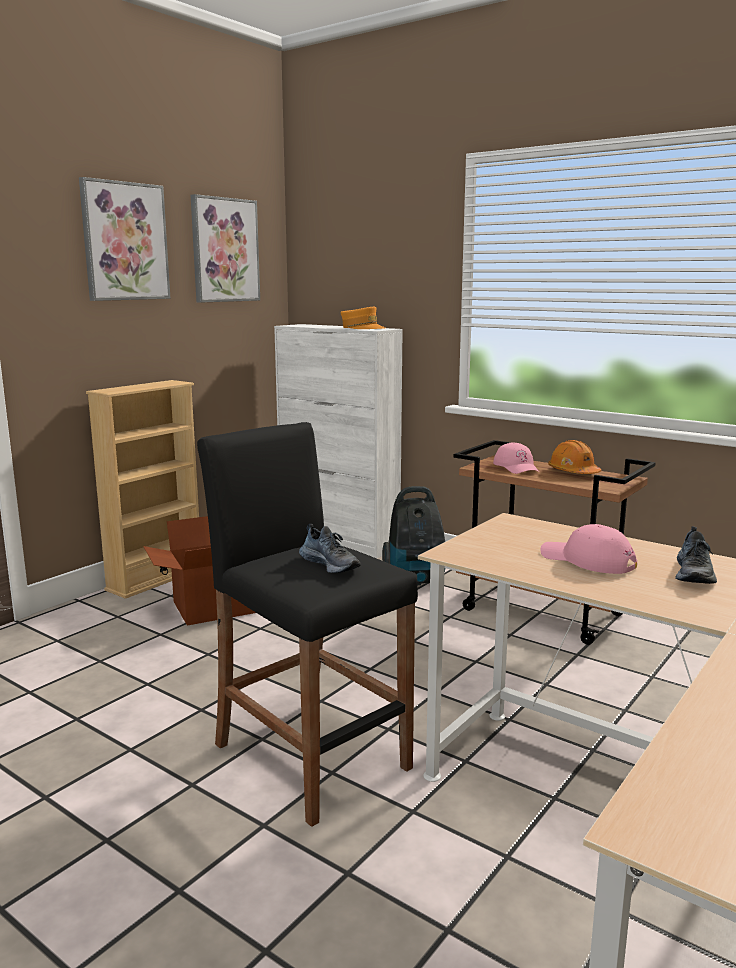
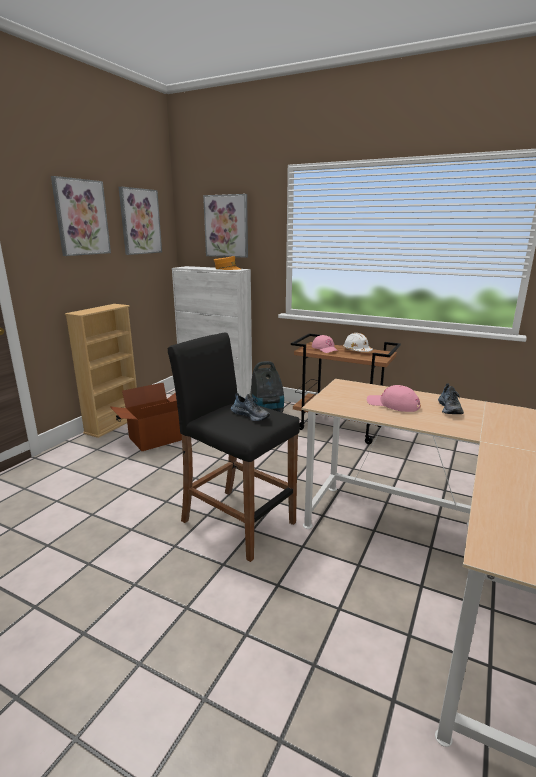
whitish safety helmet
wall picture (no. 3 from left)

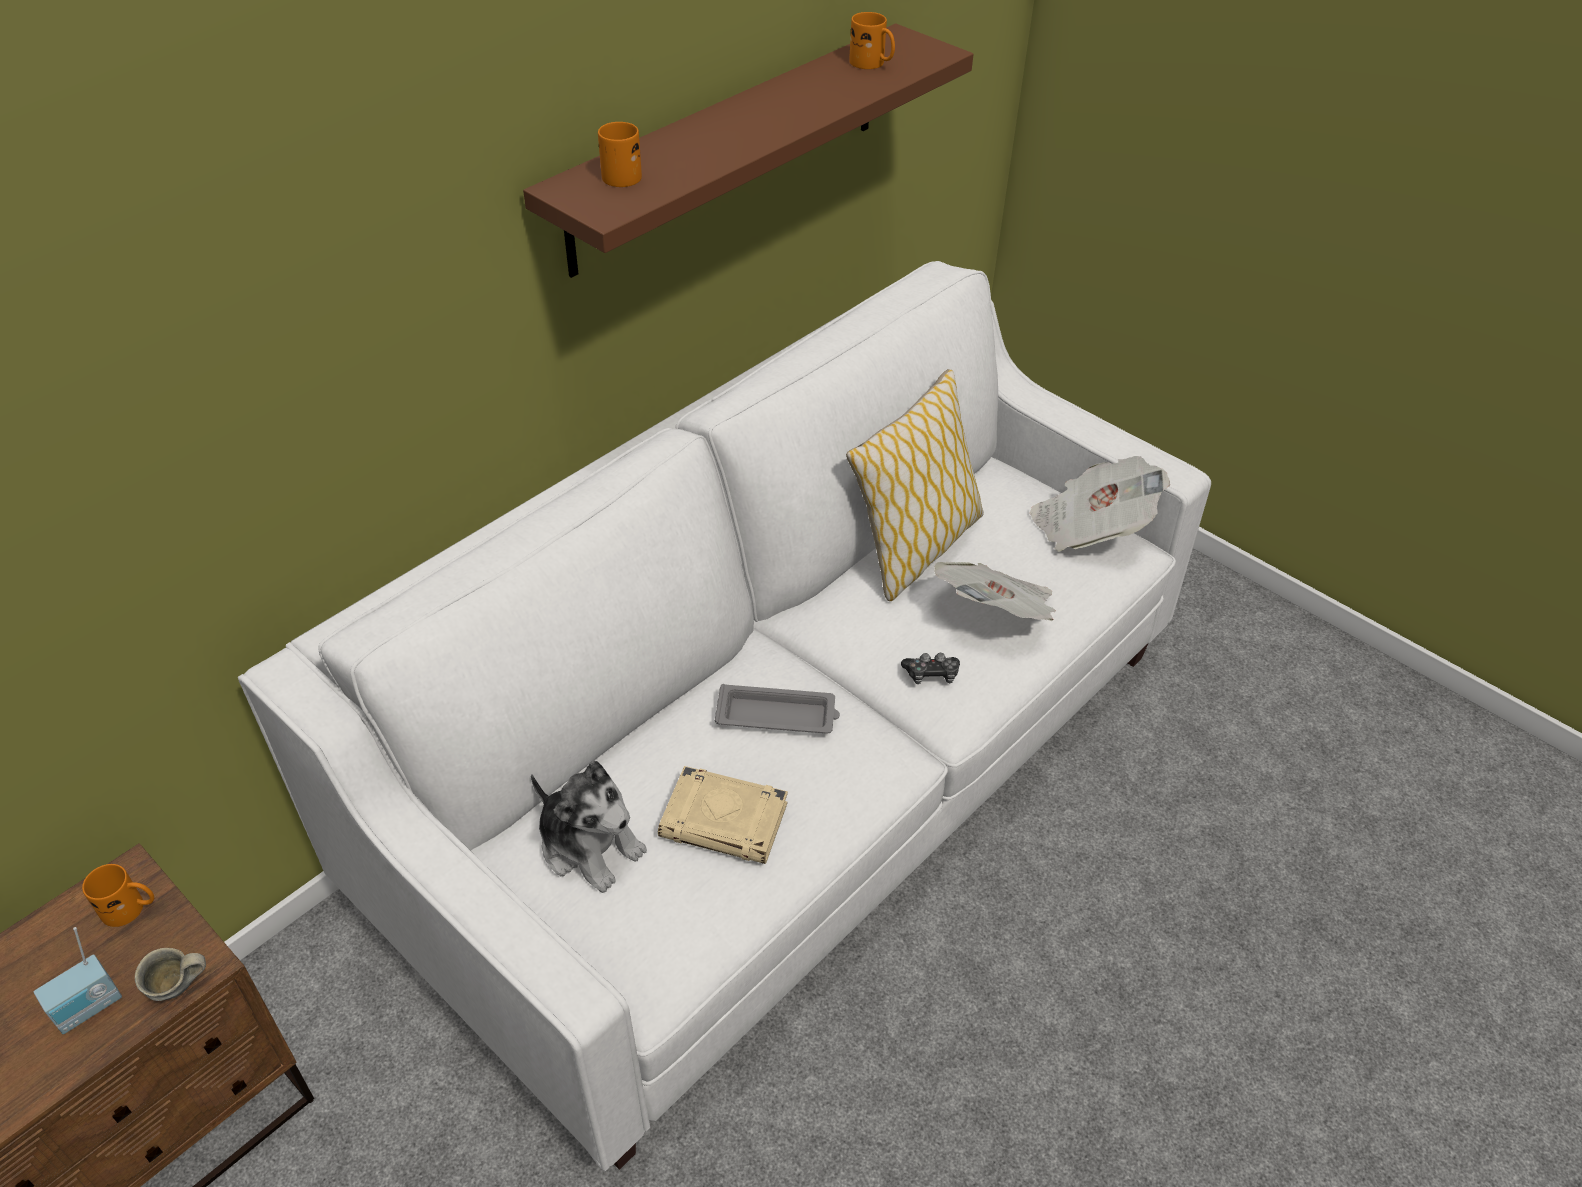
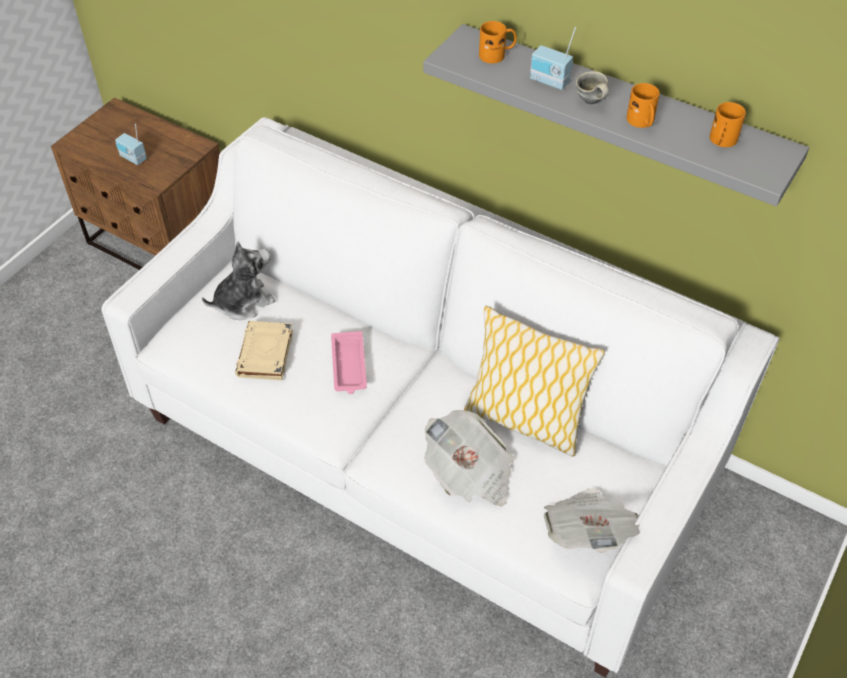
grey bracket shelf
game controller
pinkish tray
cuddly toy
orange-coloured tea mug (no. 2 from left)
grey tea mug
radio receiver (no. 2 from left)

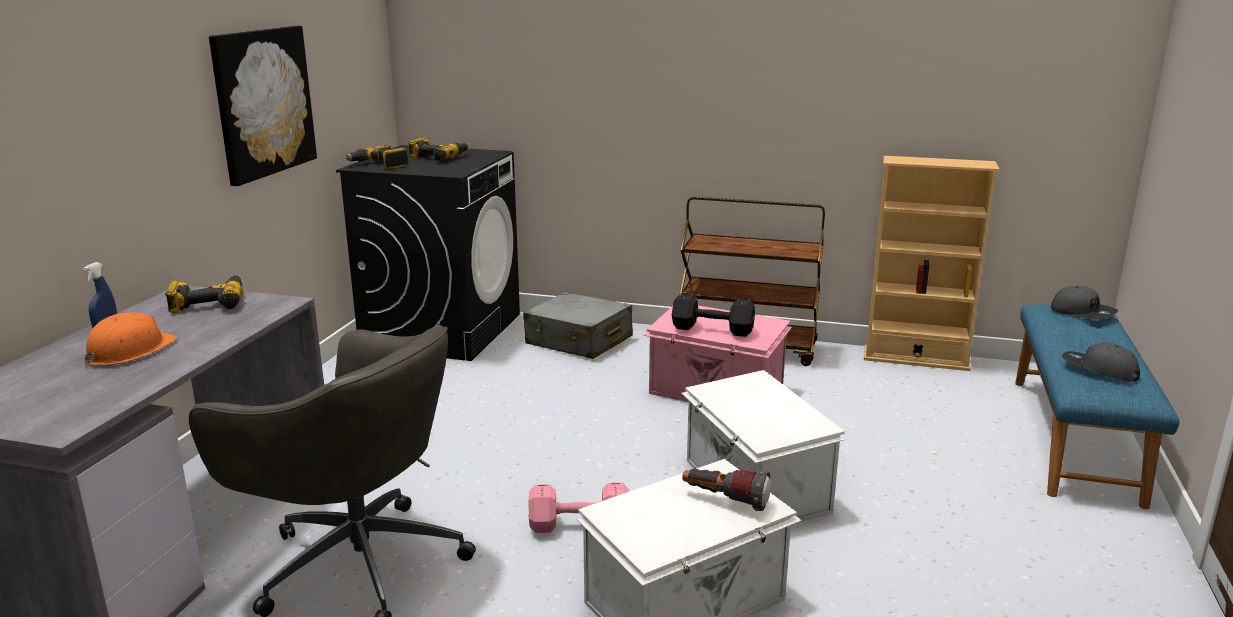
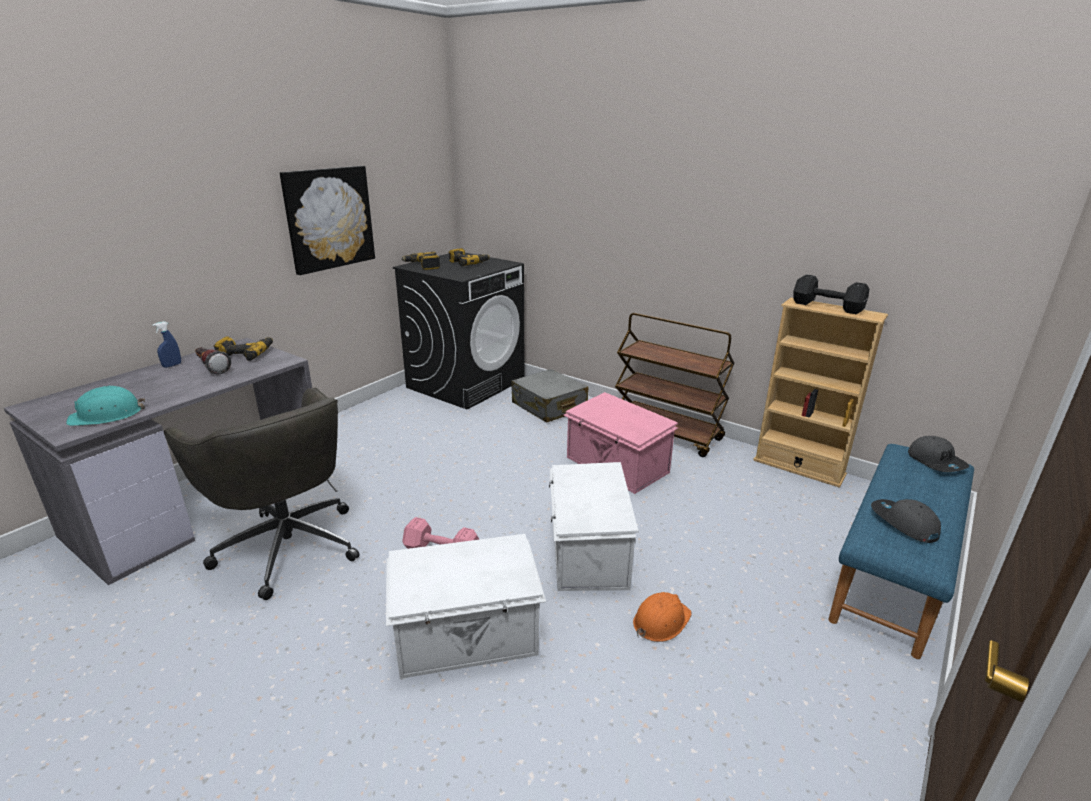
blackish dumbbell
orange-coloured safety helmet
torch
turquoise-coloured safety helmet

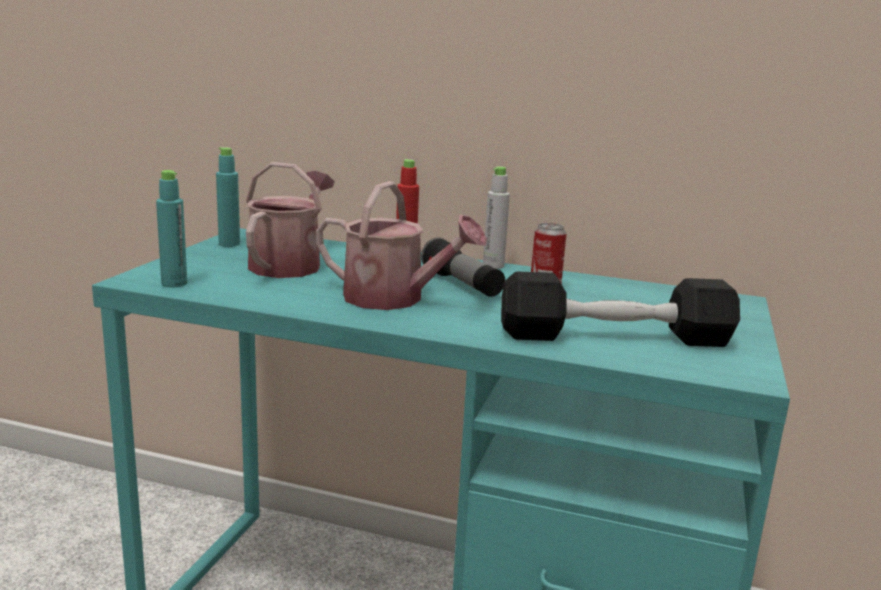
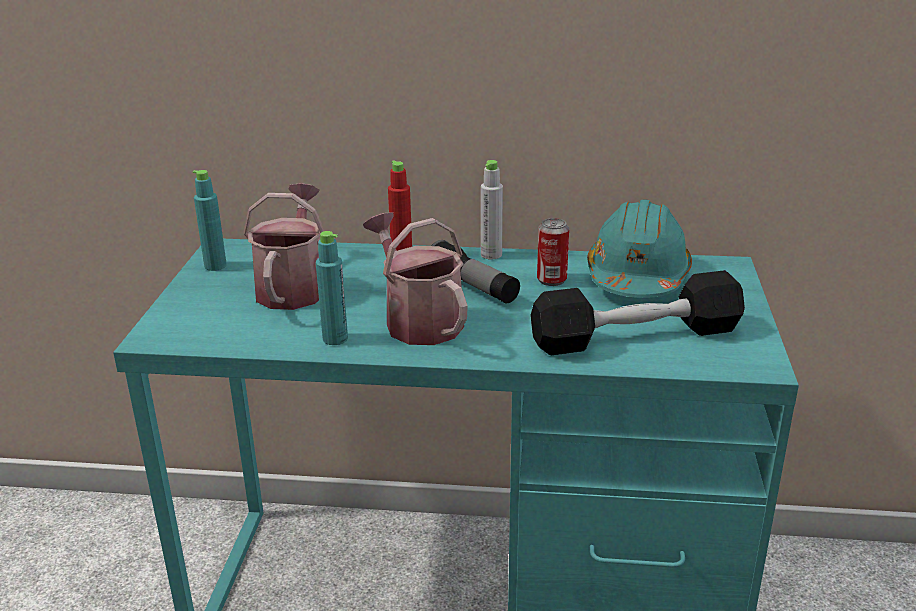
turquoise-coloured bottle (no. 2 from left)
watering pot (no. 2 from left)
turquoise-coloured safety helmet

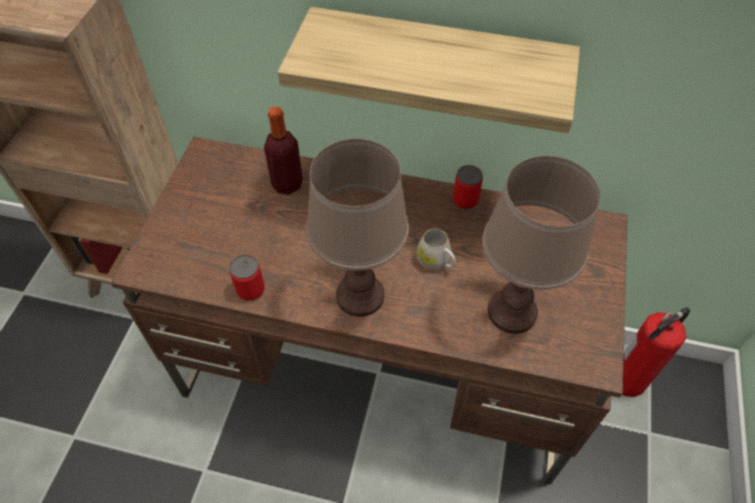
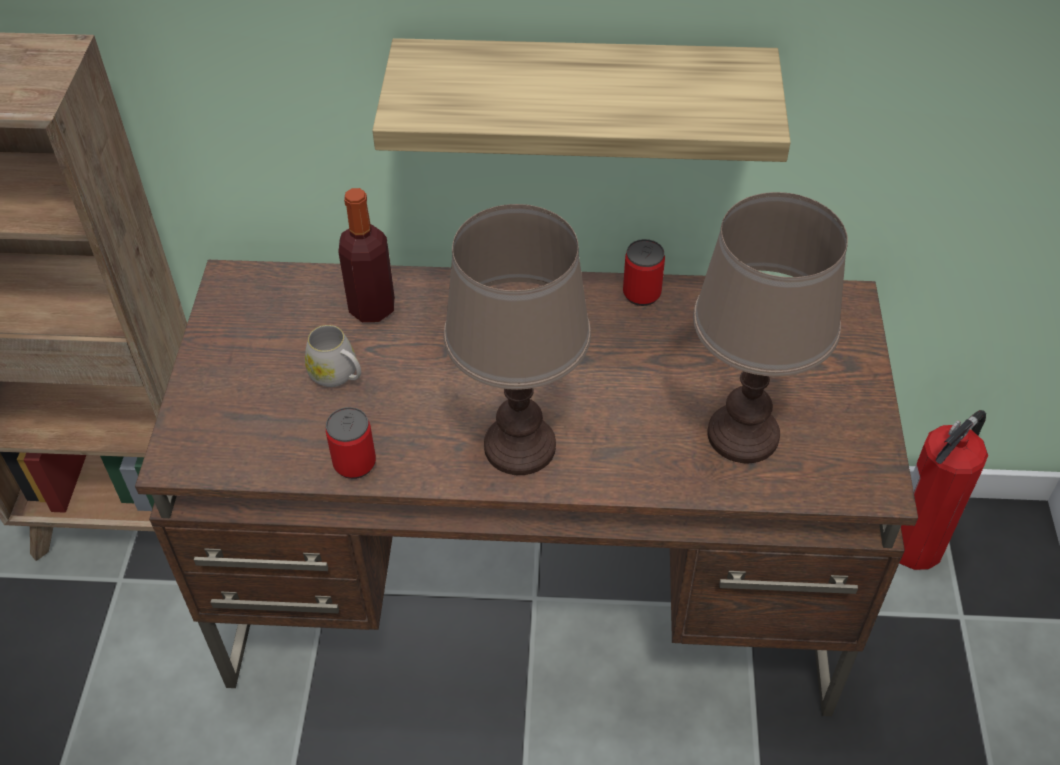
whitish tea mug

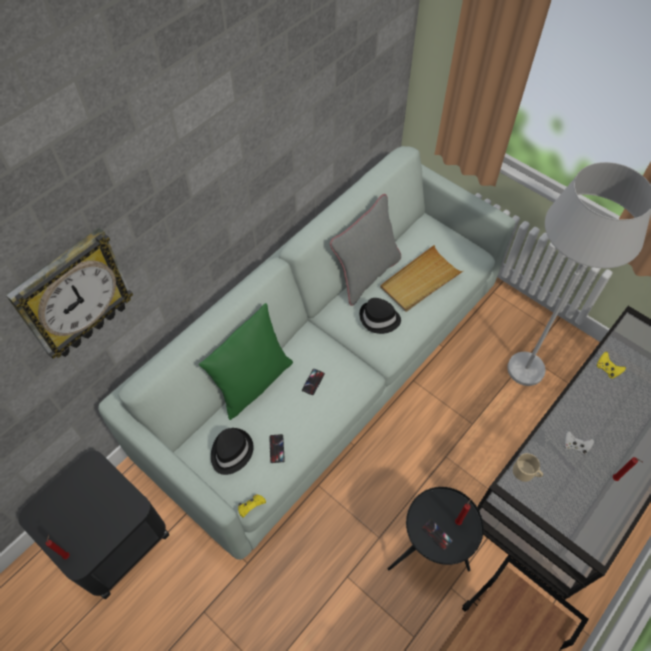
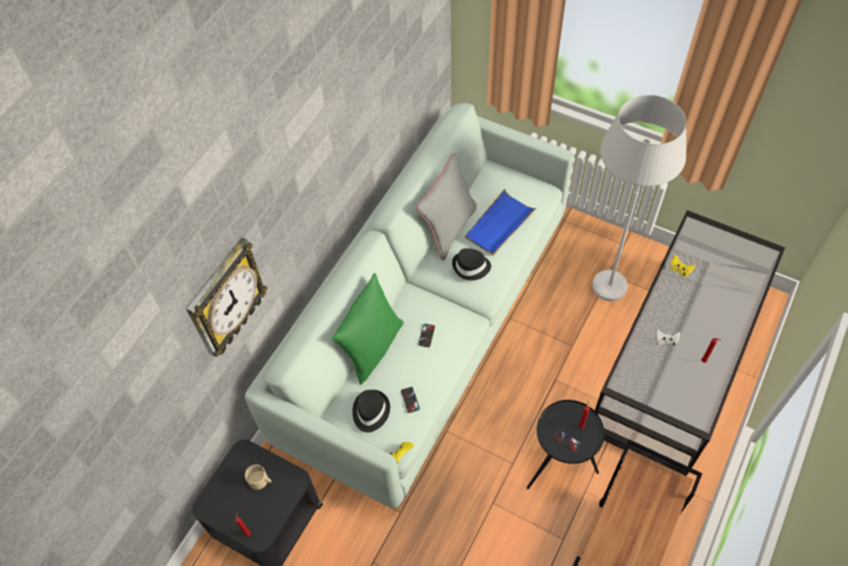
bluish tray
beige-coloured tea mug

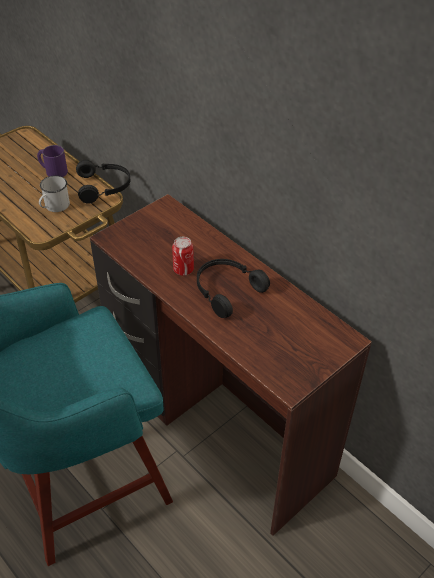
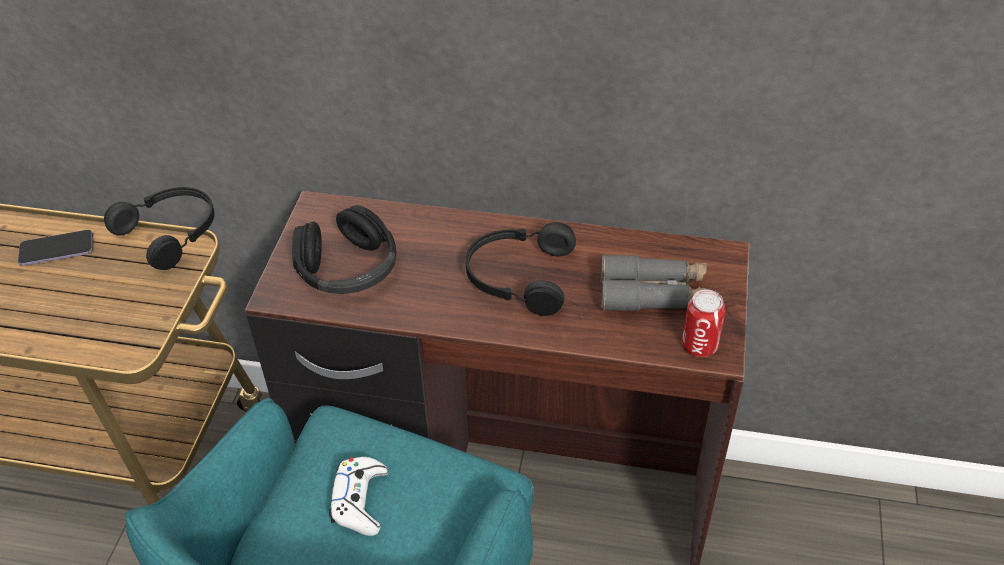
telephone
whitish tea mug
sealed can
blackish headset (no. 2 from left)
grey binoculars
whitish game controller

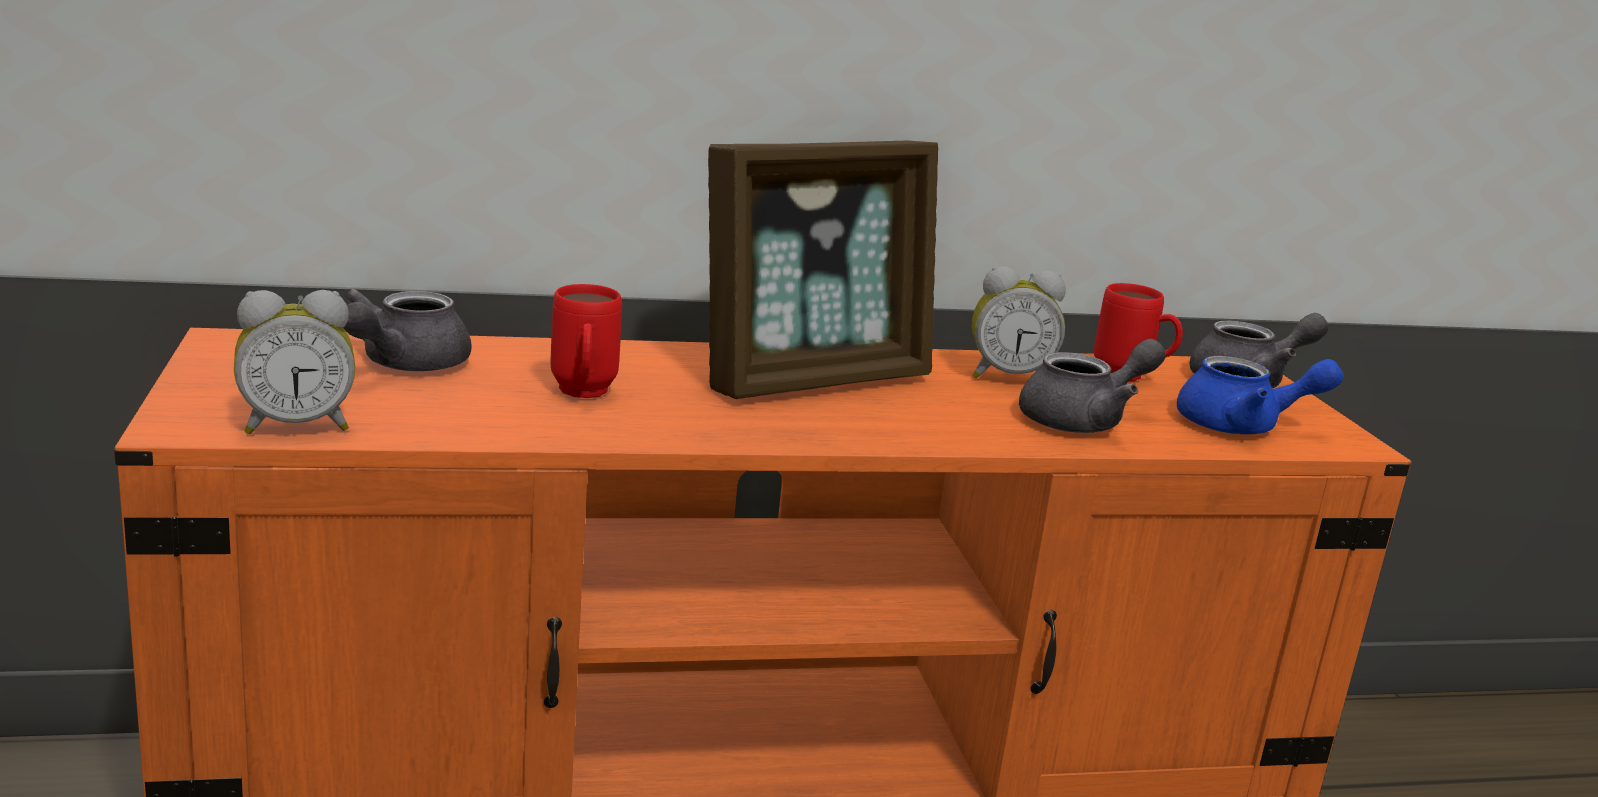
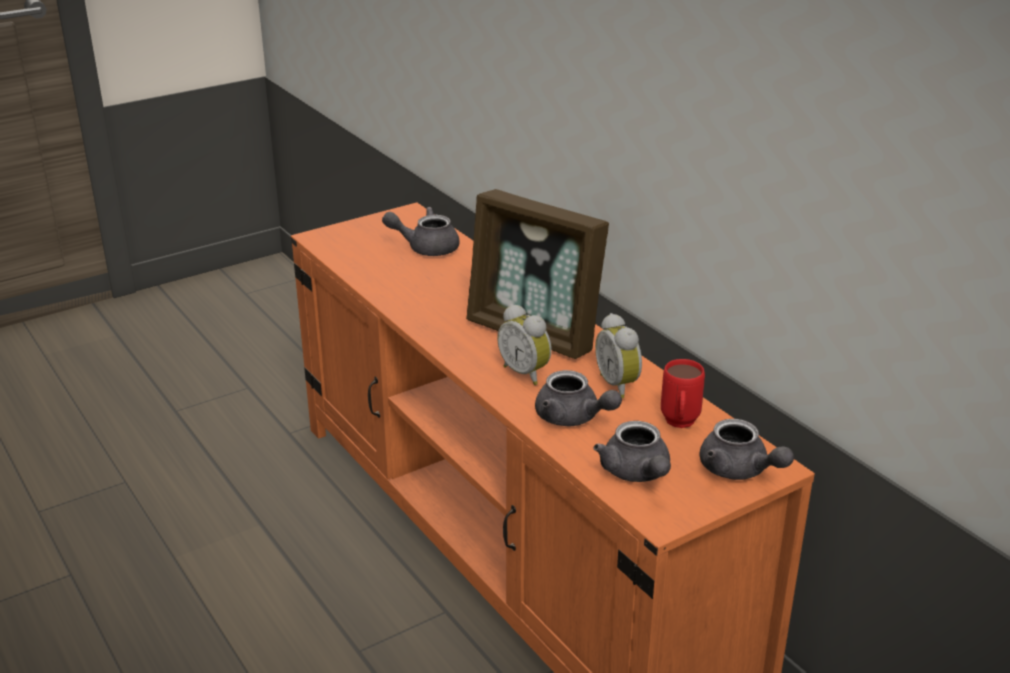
reddish tea mug (no. 1 from left in the first image)
alarm clock (no. 1 from left)
grey tea pot (no. 3 from left)

